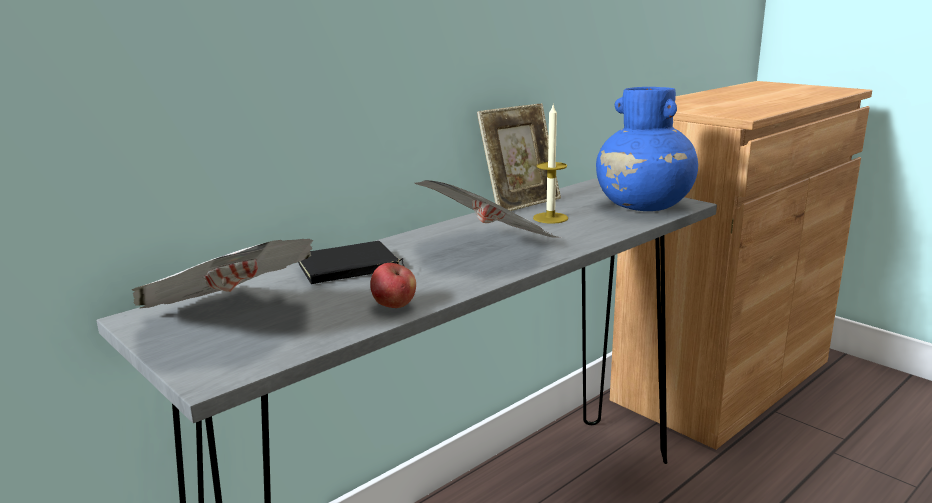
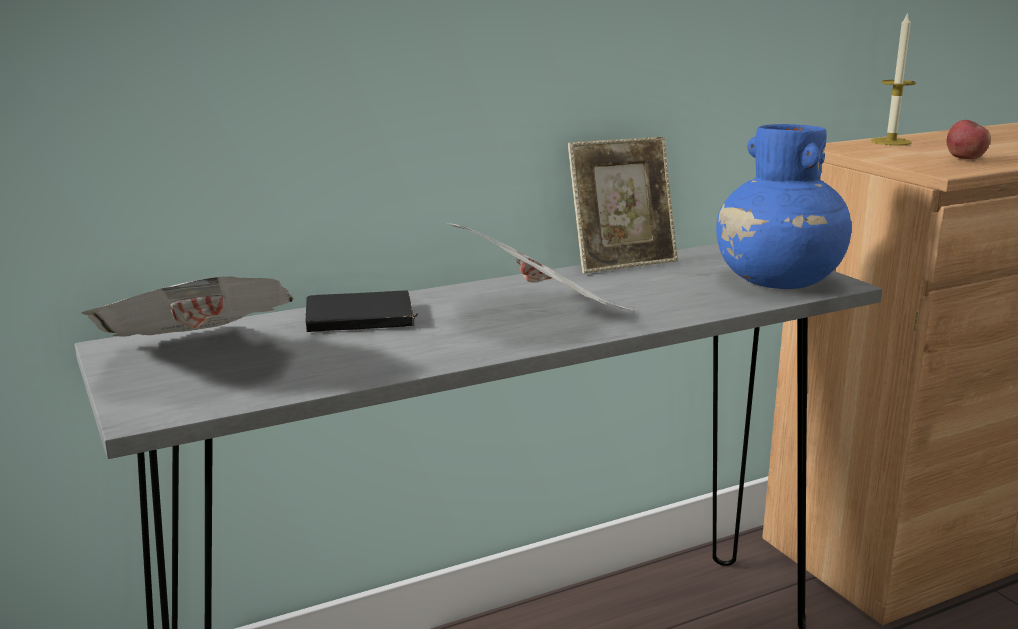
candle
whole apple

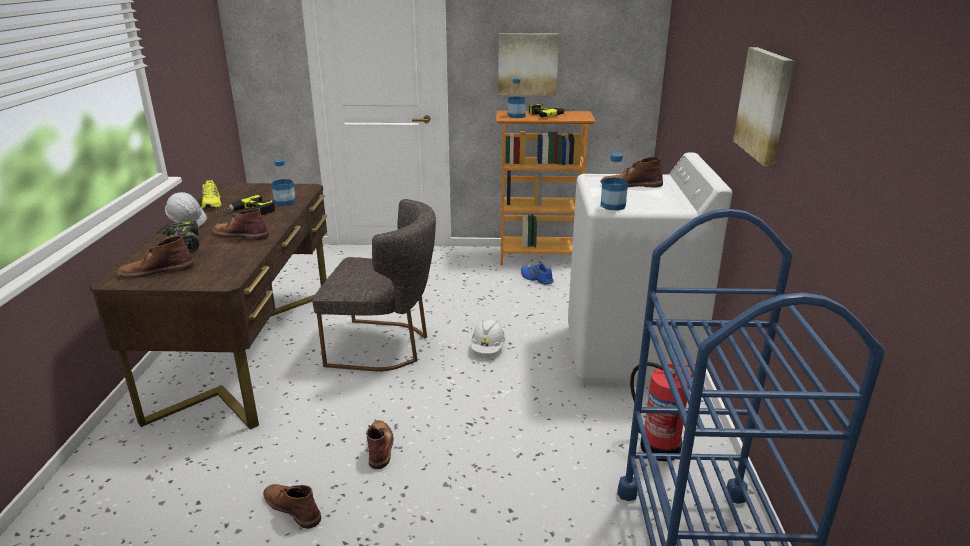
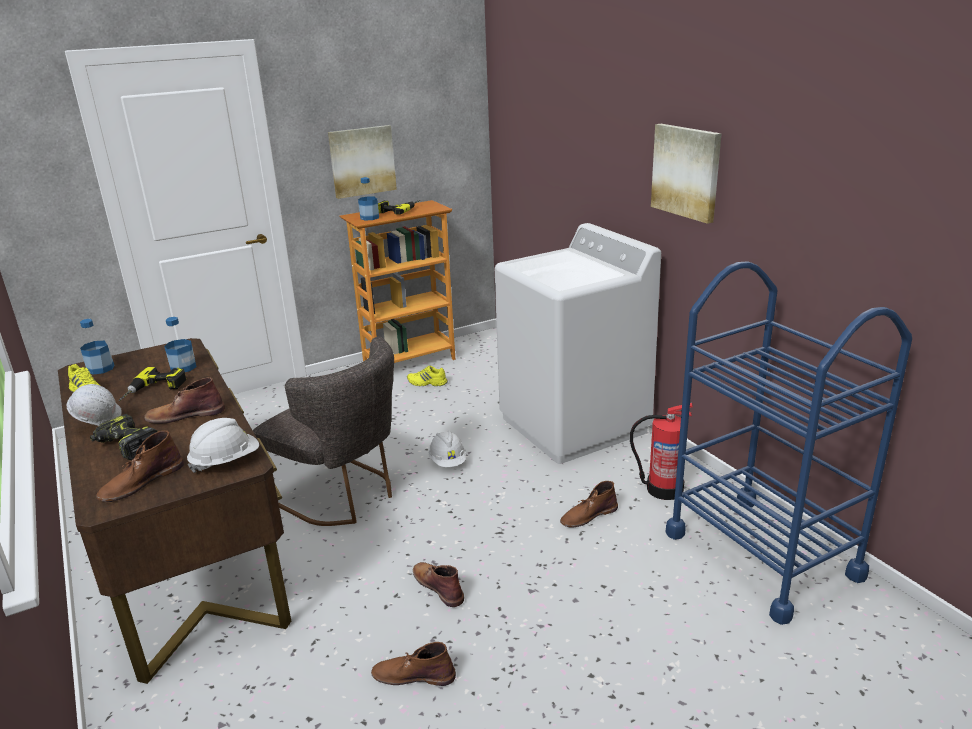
bottle (no. 1 from left)
brown-coloured high-top boot (no. 5 from left)
grey upright chair
yellow shoe (no. 2 from left)
whitish safety helmet (no. 2 from left)

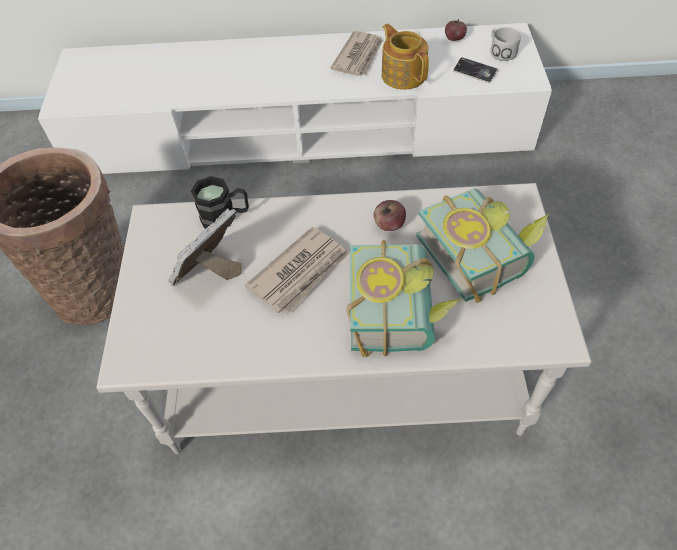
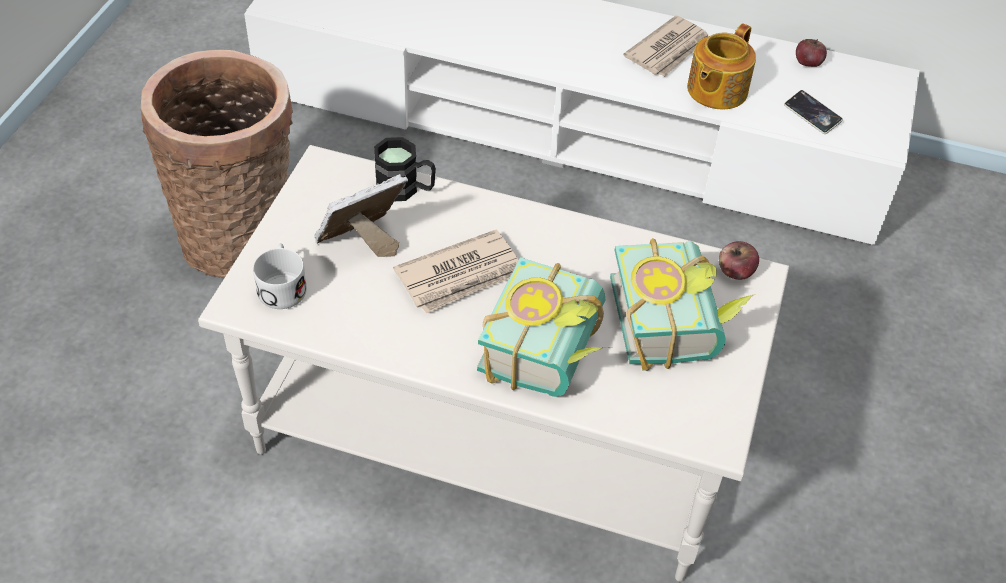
tea pot
whitish tea mug
whole apple (no. 1 from left)

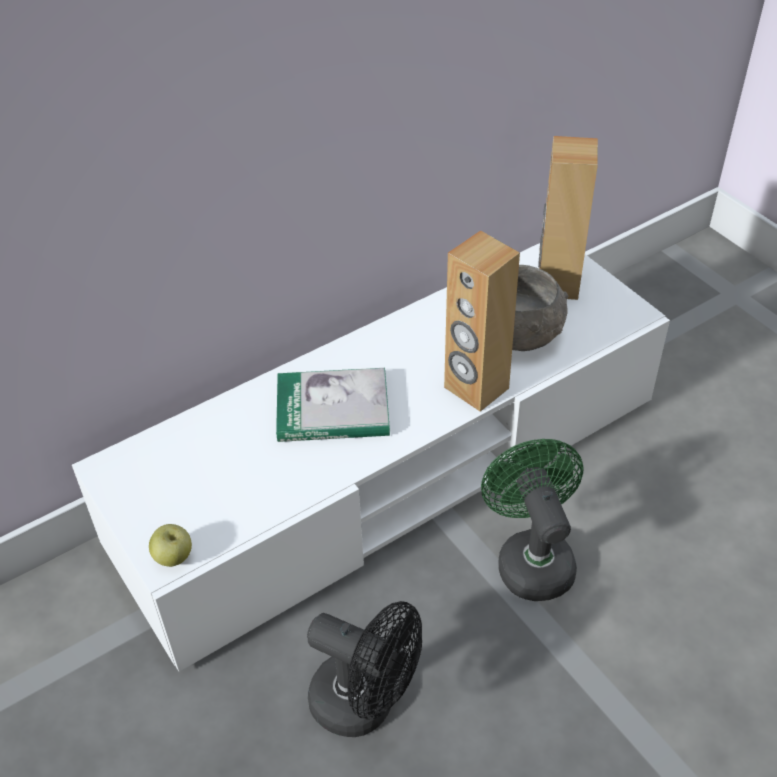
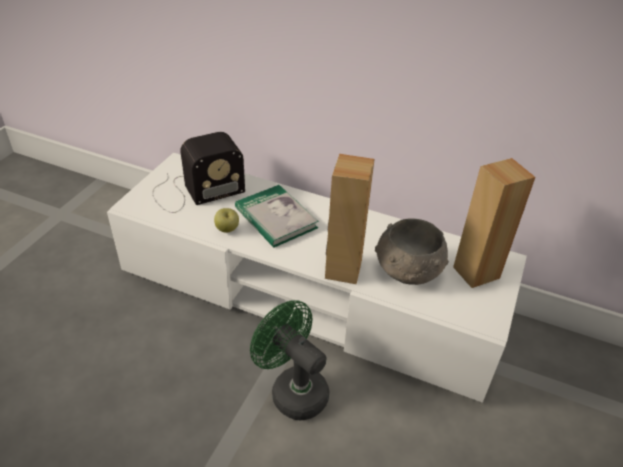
green-coloured cooling fan
whole apple
blackish cooling fan
radio receiver

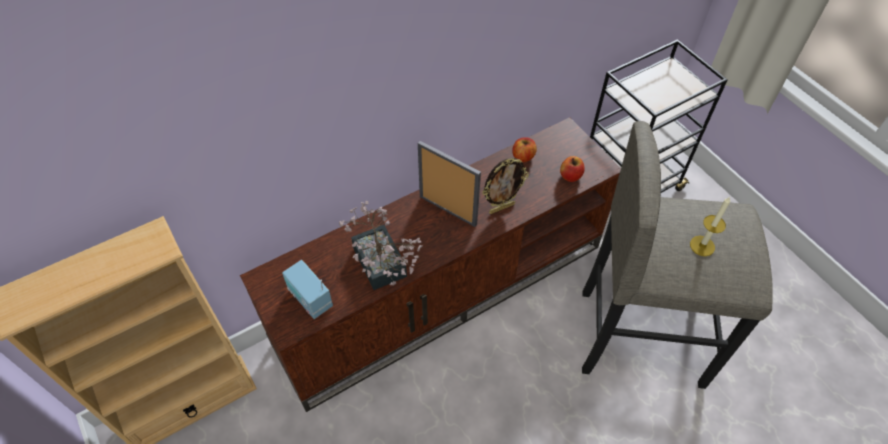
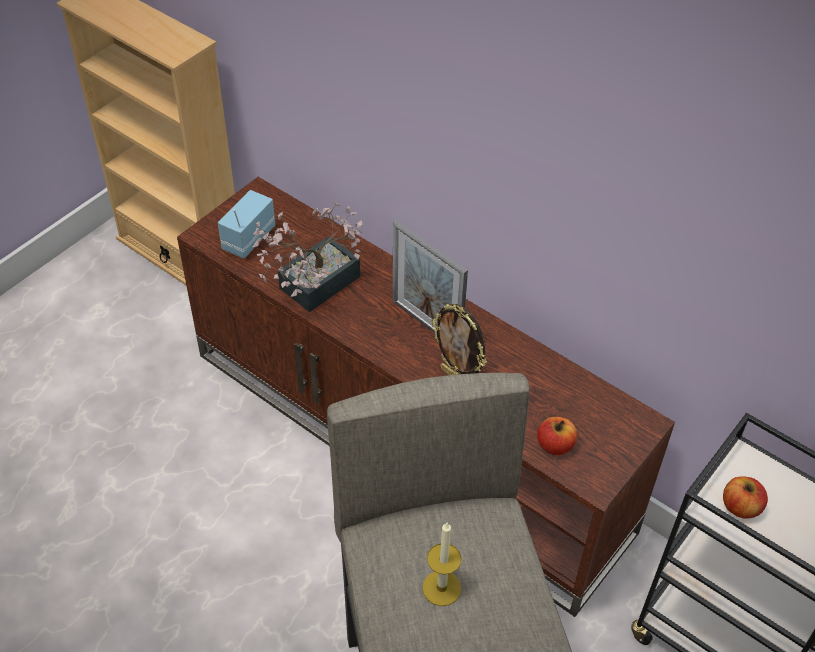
whole apple (no. 2 from left)
photo frame (no. 1 from left)

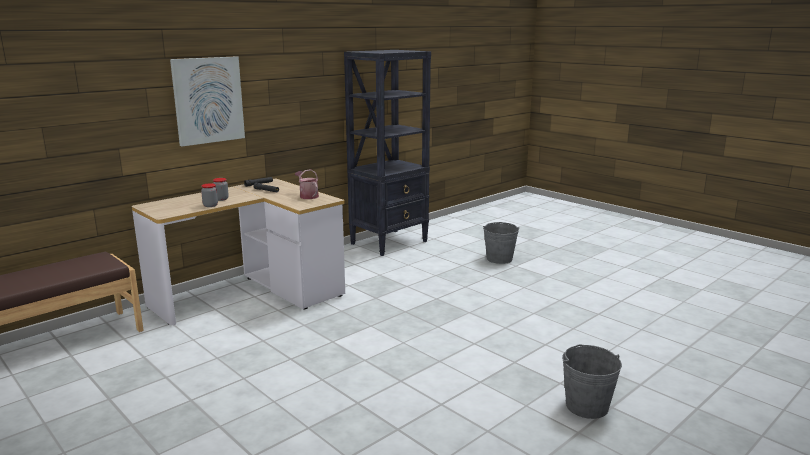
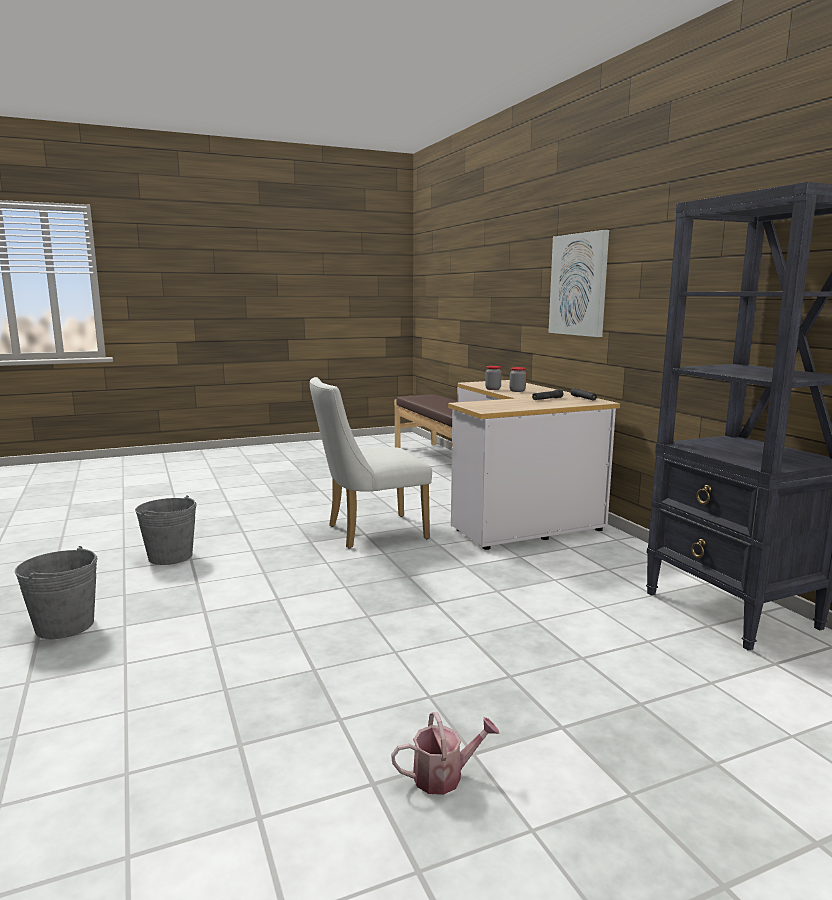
watering pot
grey bucket (no. 2 from left)
whitish upright chair

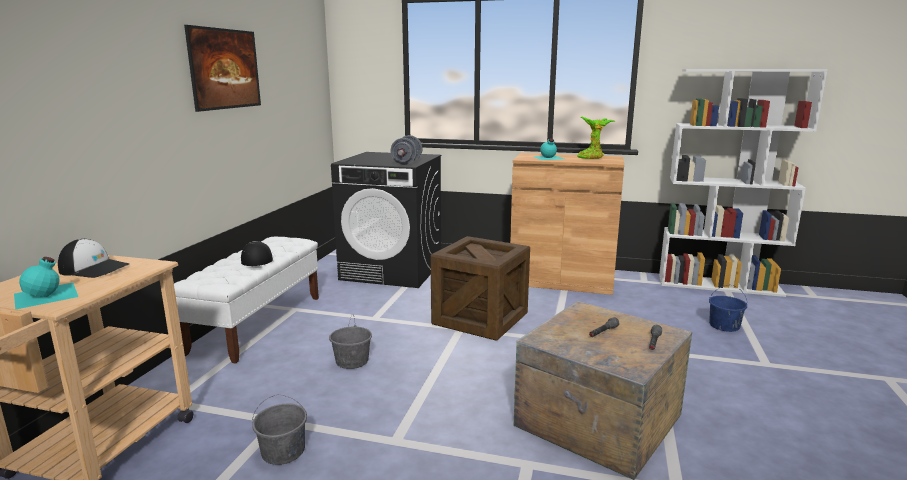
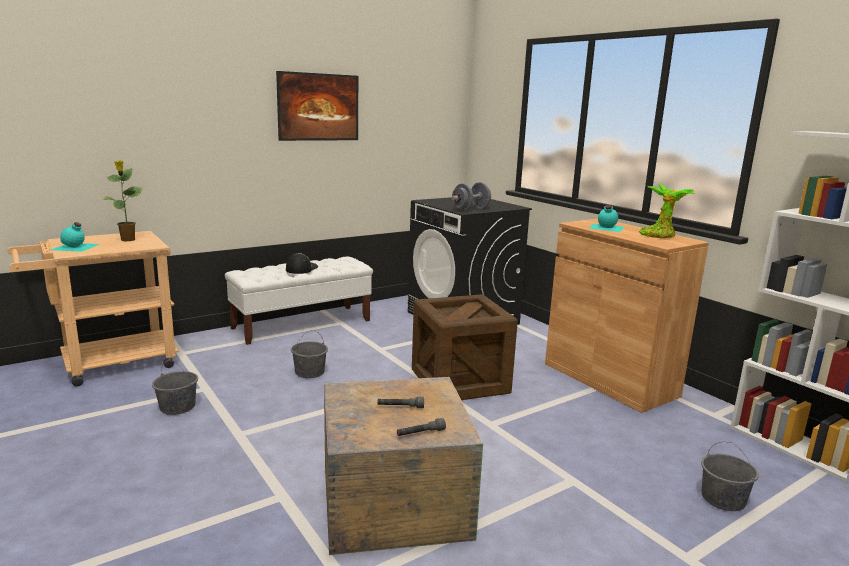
houseplant (no. 1 from left)
grey bucket (no. 3 from left)

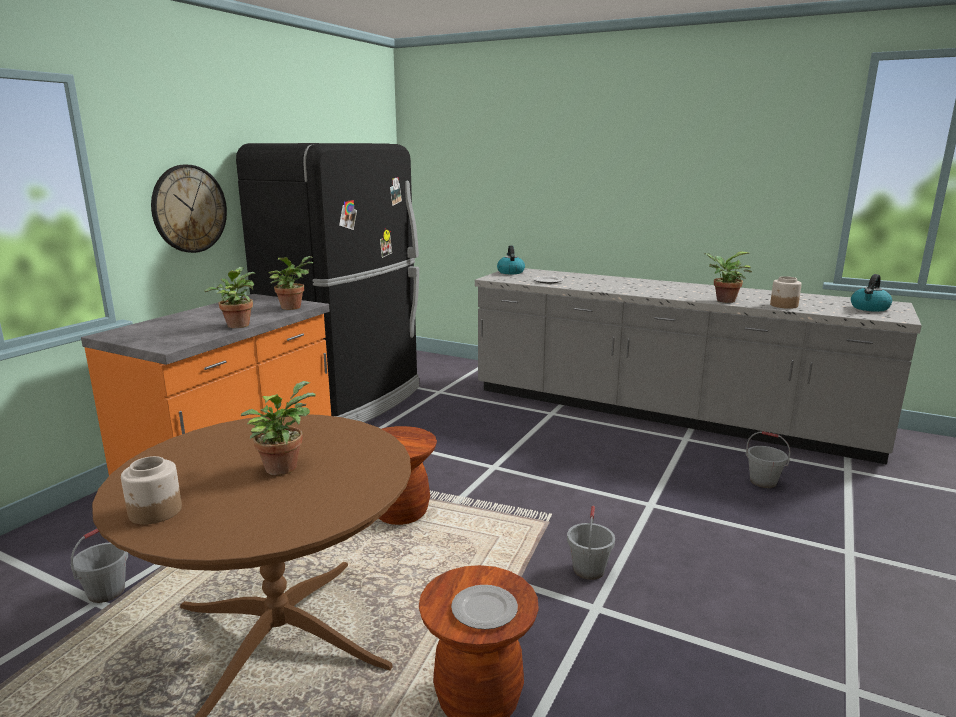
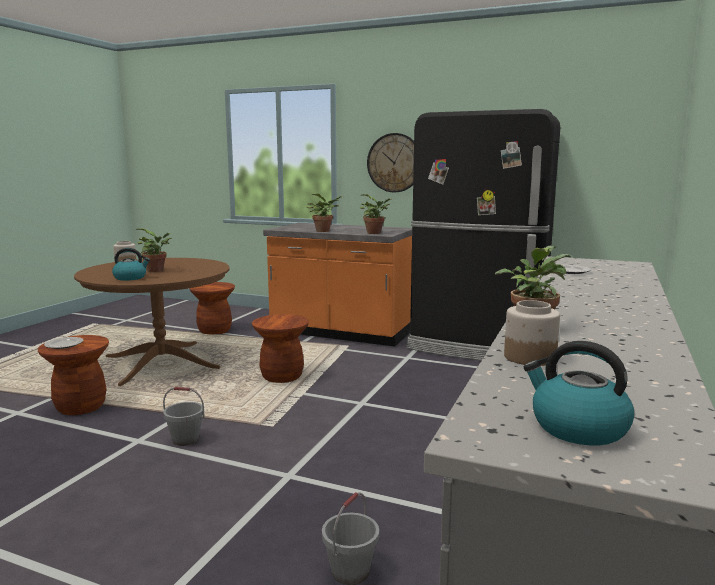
kettle (no. 1 from left)
brown-coloured stool seat (no. 2 from left)

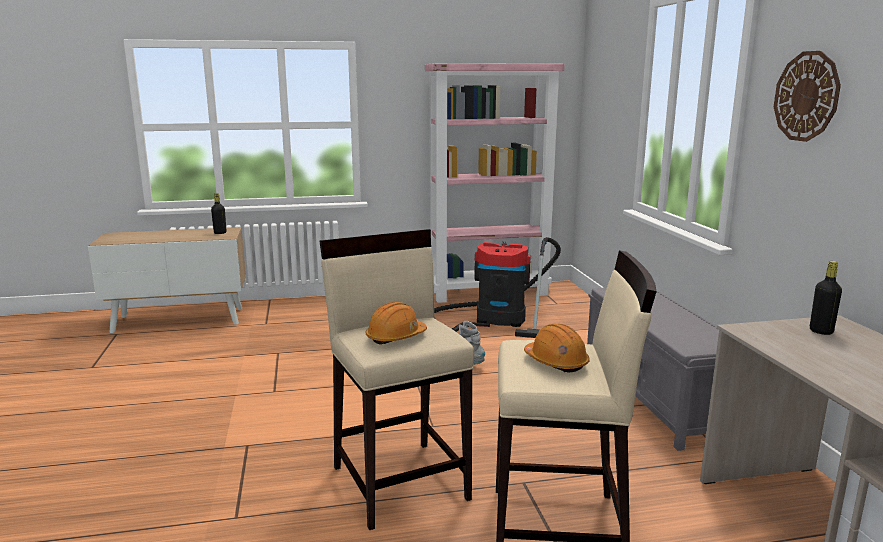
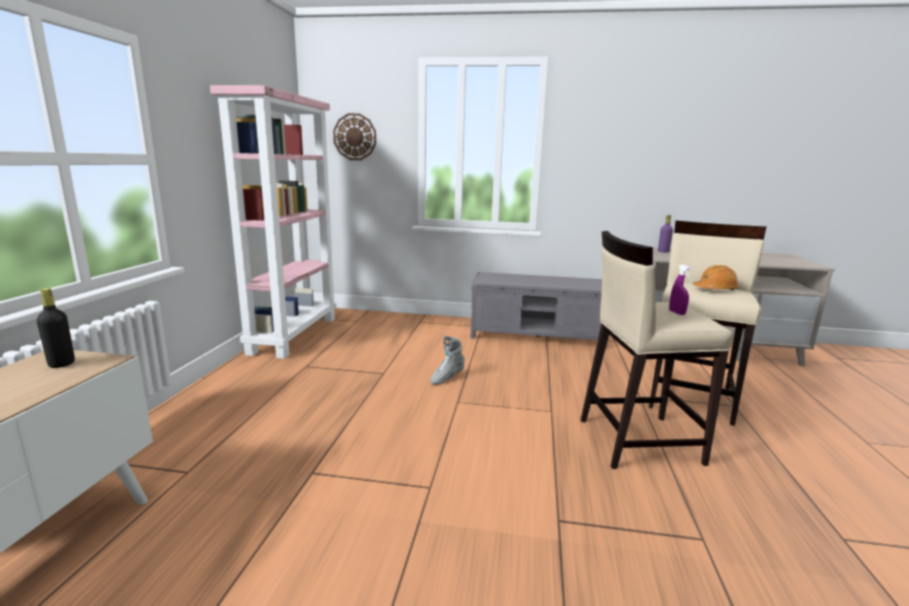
clock on the wall
vacuum cleaner
purple bottle
purple spray bottle

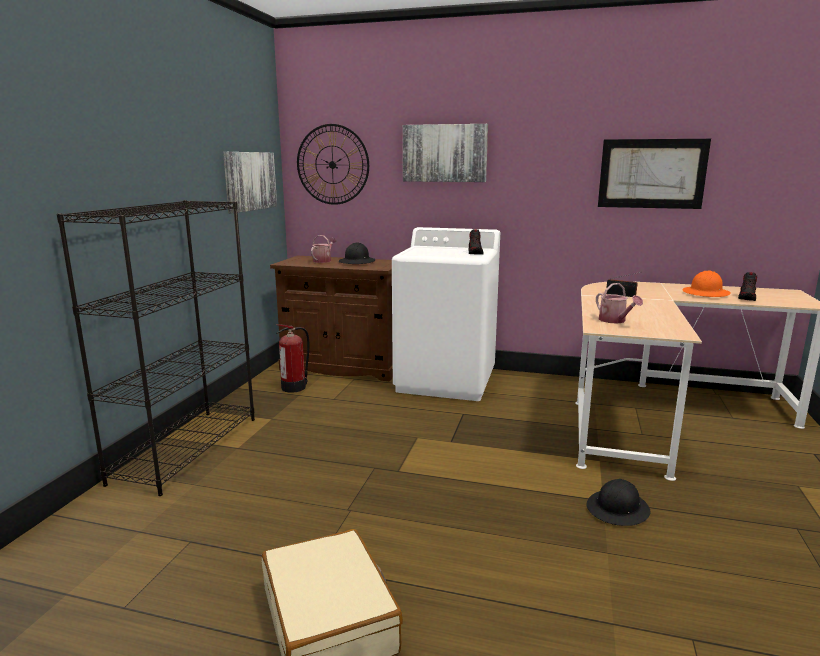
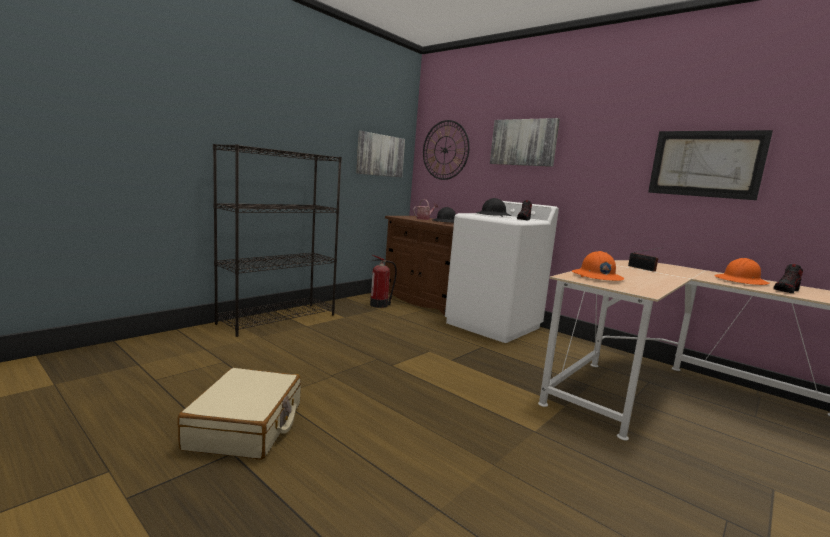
orange-coloured safety helmet (no. 1 from left)
blackish safety helmet (no. 2 from left)

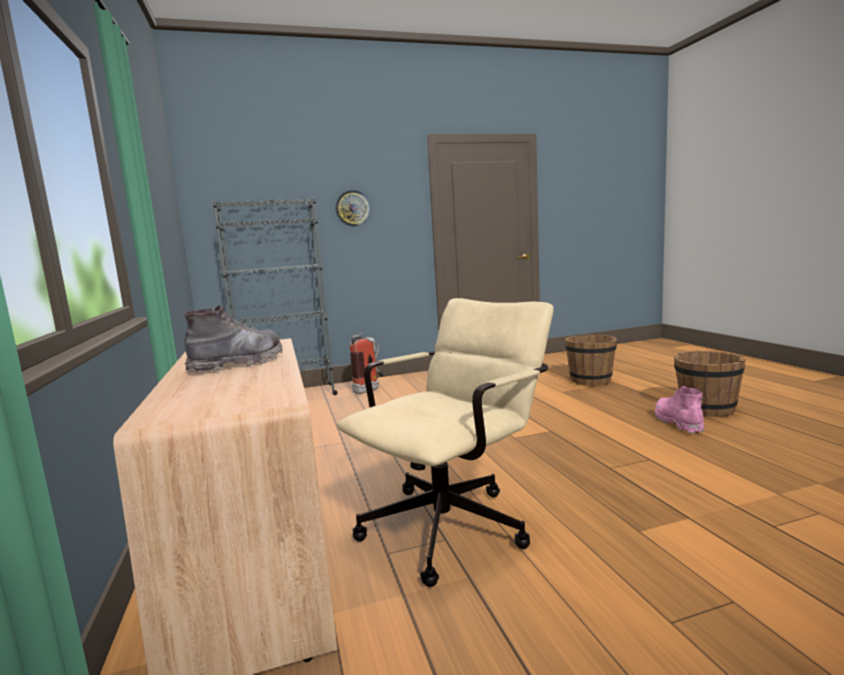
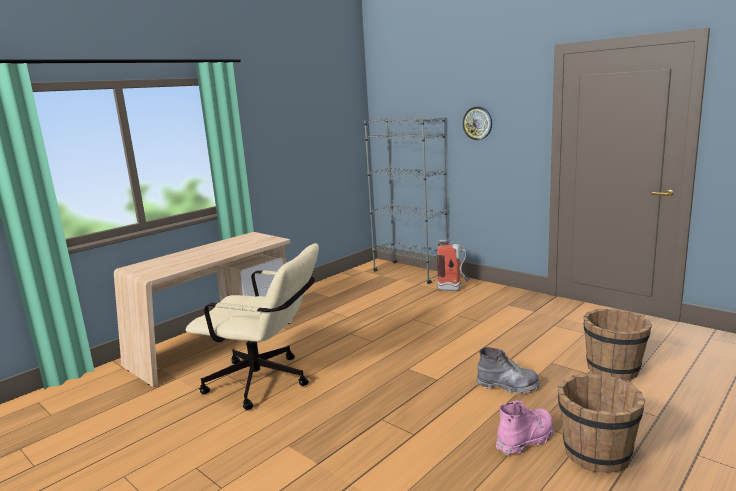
grey high-top boot

